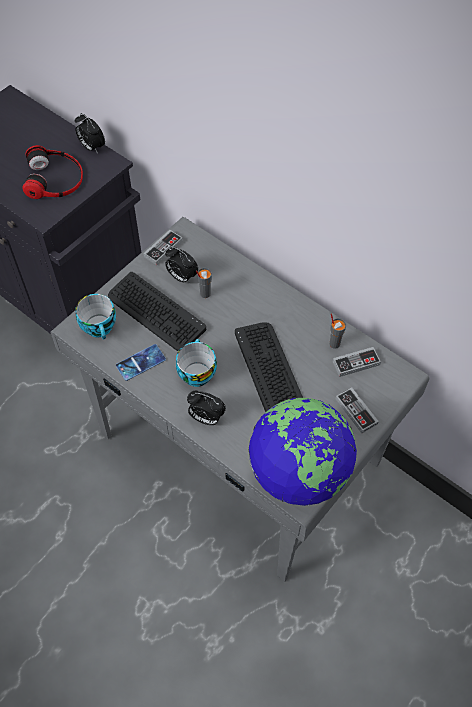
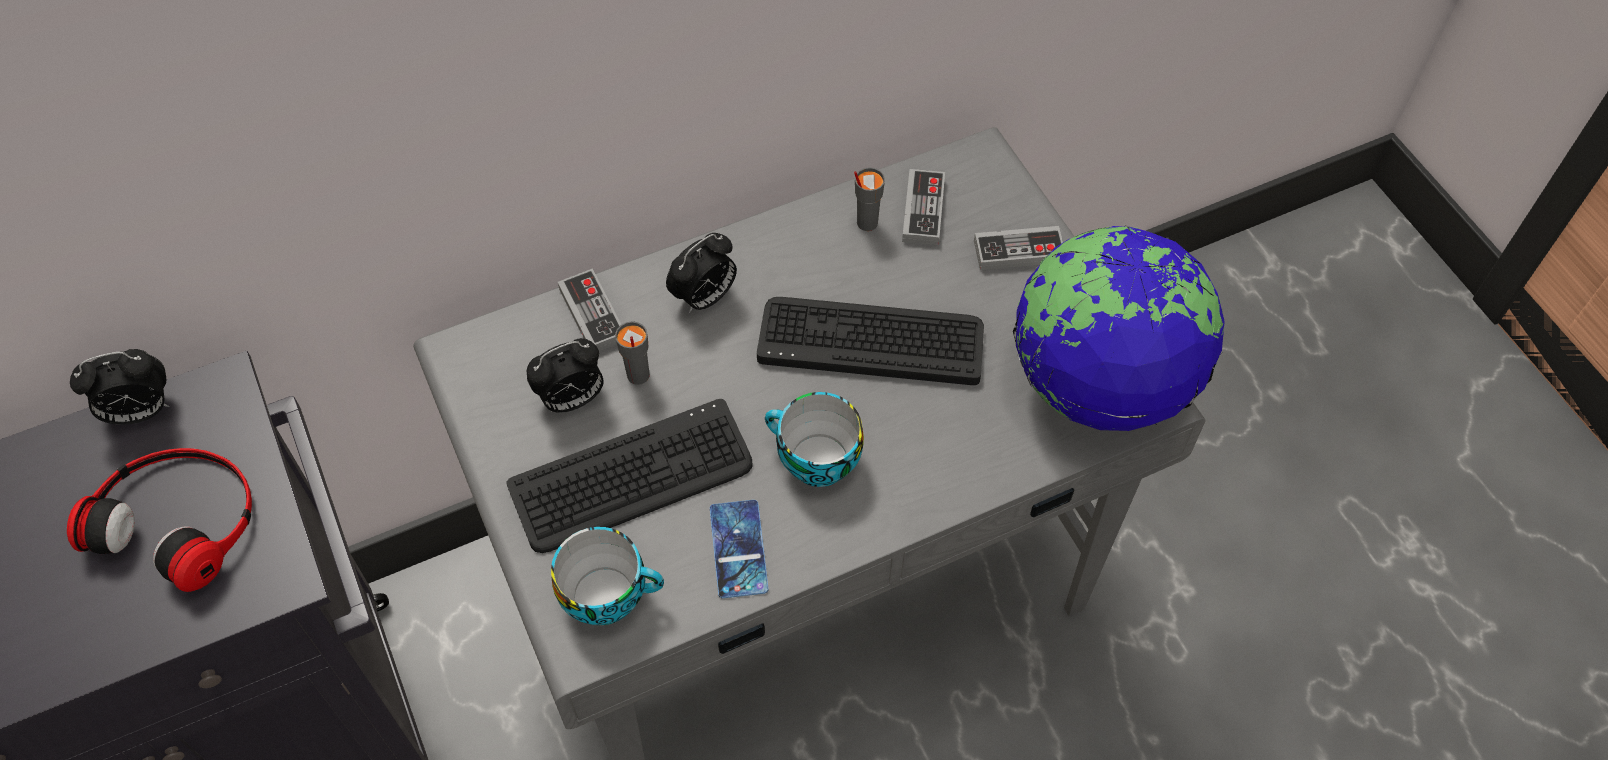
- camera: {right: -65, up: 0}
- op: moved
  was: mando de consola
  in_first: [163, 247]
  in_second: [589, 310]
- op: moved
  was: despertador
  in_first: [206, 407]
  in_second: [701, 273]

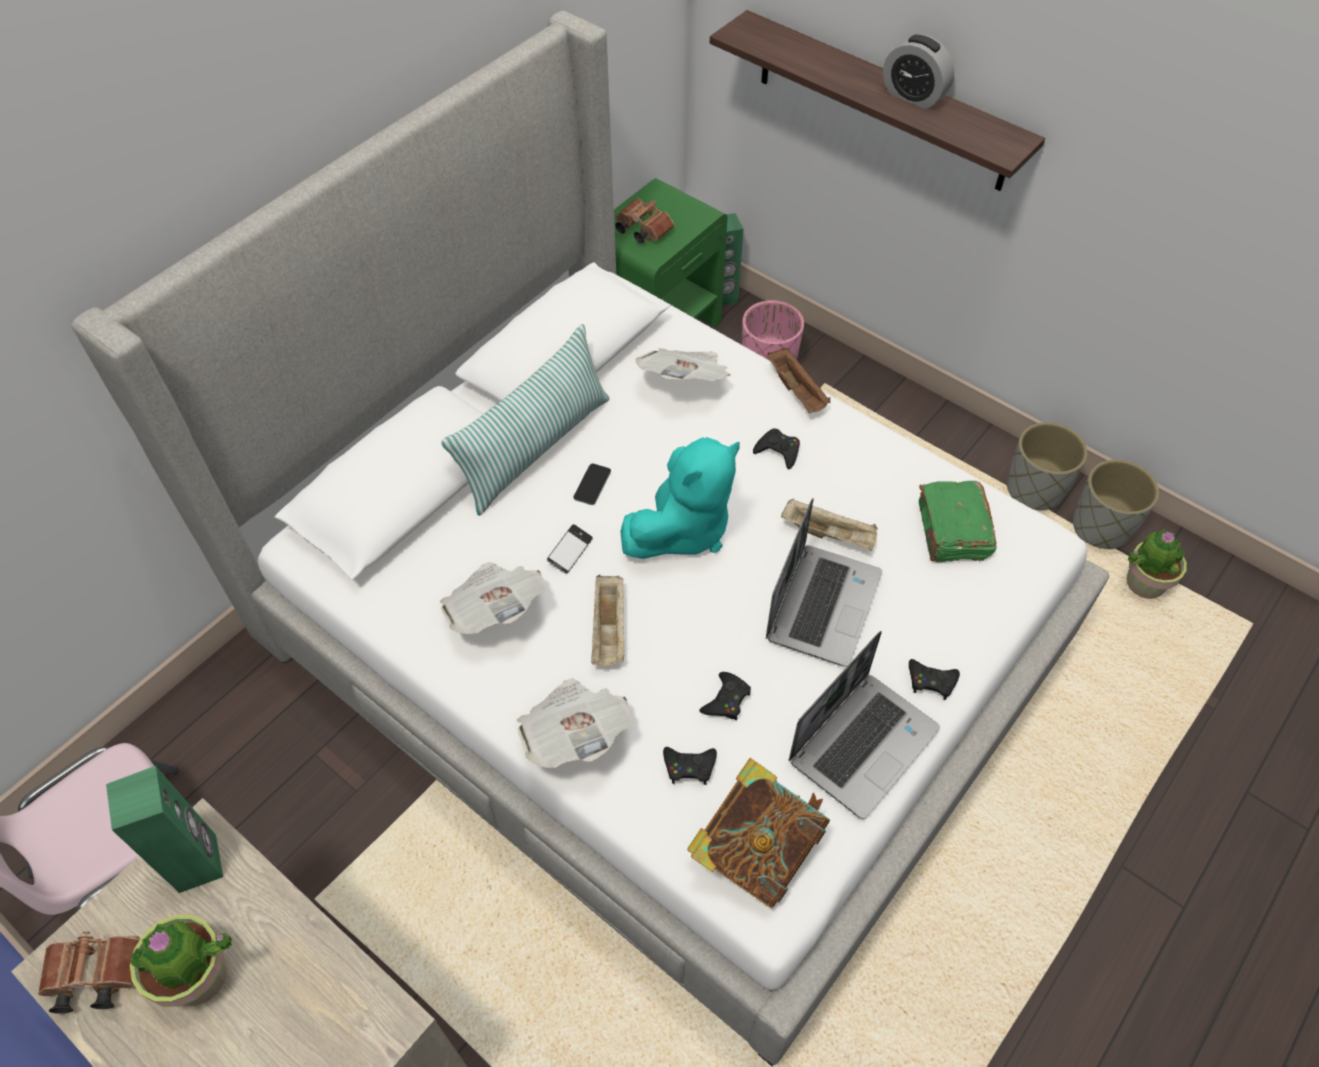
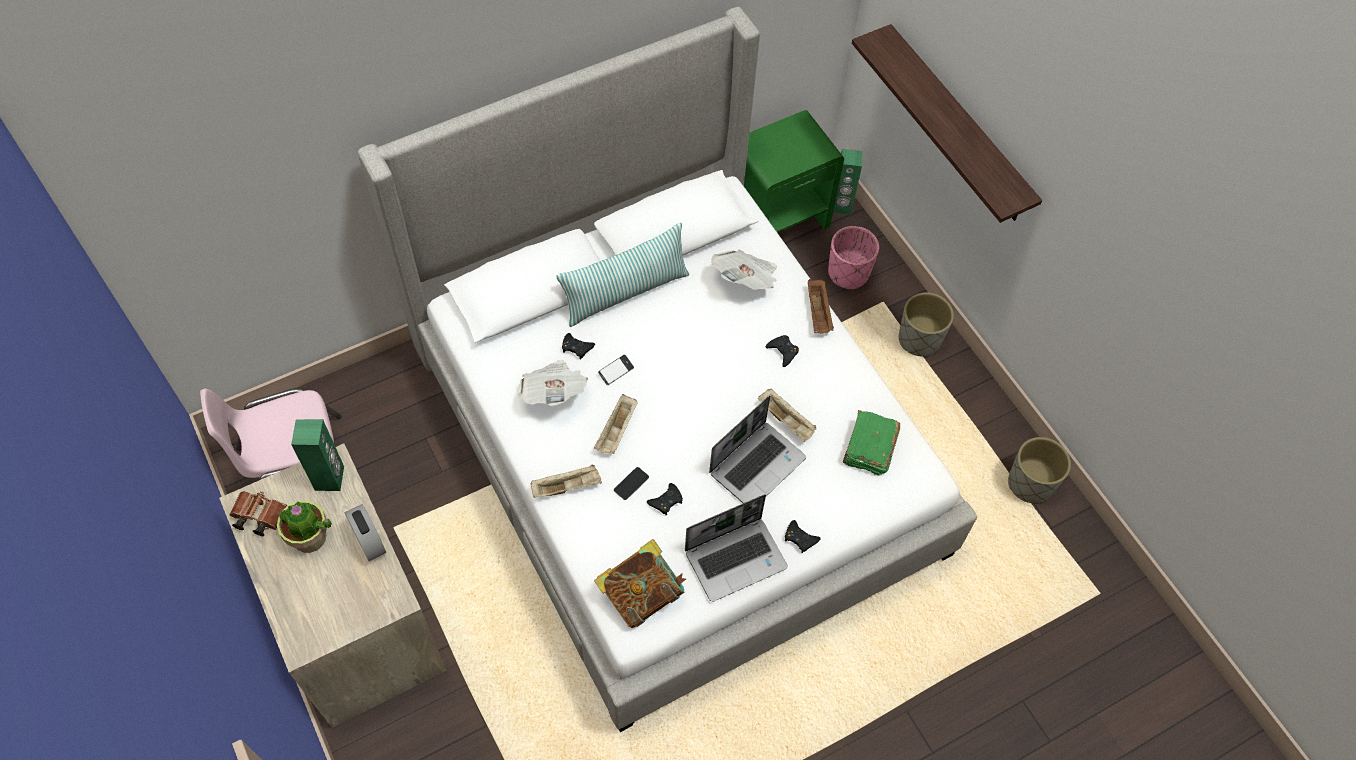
- camera: {right: 20, up: 5}
- op: replaced
  was: periódico
  now: bandeja/beis
  in_first: [574, 723]
  in_second: [566, 481]
- op: moved
  was: móvil
  in_first: [592, 484]
  in_second: [631, 483]
- op: removed
  was: prismáticos/marrón
  in_first: [644, 220]
- op: removed
  was: peluche/turquesa
  in_first: [680, 498]
- op: moved
  was: mando de consola/negro
  in_first: [690, 766]
  in_second: [578, 346]
- op: moved
  was: despertador
  in_first: [918, 72]
  in_second: [365, 532]
- op: moved
  was: maceta/gris
  in_first: [1047, 466]
  in_second: [926, 324]
- op: removed
  was: planta en maceta
  in_first: [1157, 564]

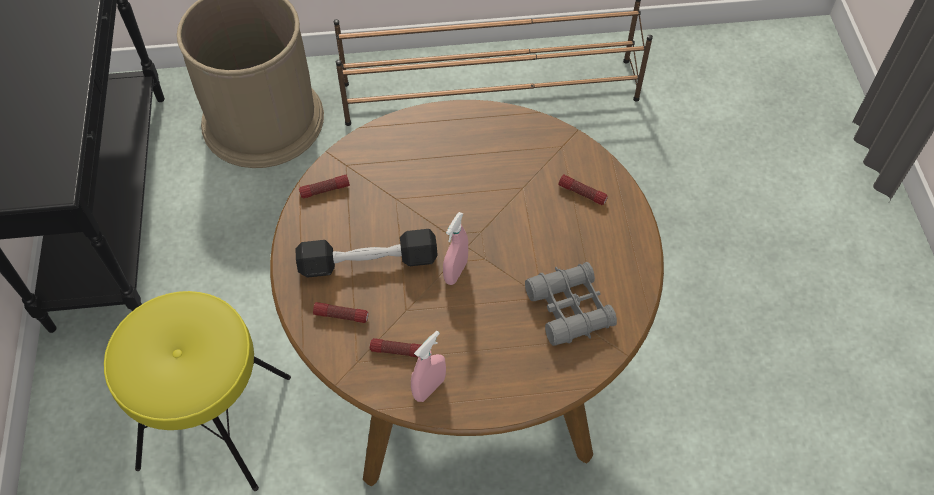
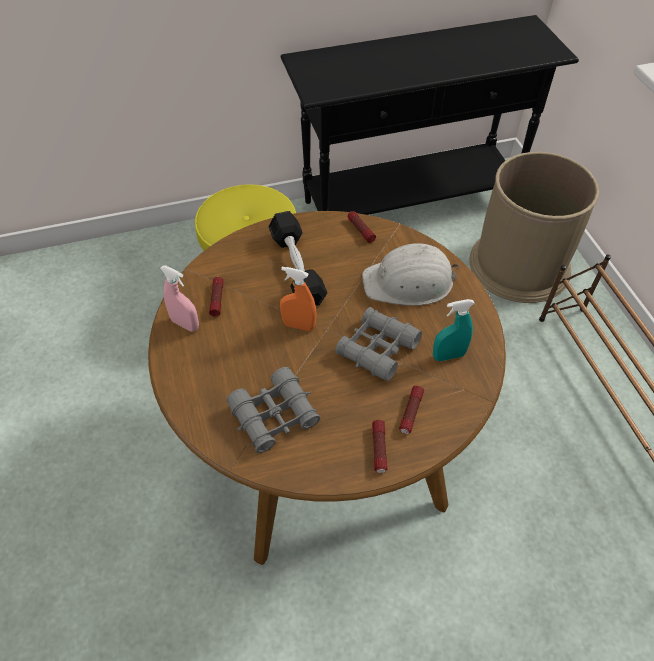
- camera: {right: 80, up: -5}
- op: moved
  was: linterna
  in_first: [340, 312]
  in_second: [380, 446]
- op: recoloured
  was: pulverizador/rosa
  now: pulverizador/naranja
  in_first: [455, 248]
  in_second: [298, 299]
- op: added
  now: prismáticos/gris
  in_second: [378, 344]
- op: added
  now: casco/blanco
  in_second: [410, 274]
- op: added
  now: pulverizador/turquesa
  in_second: [454, 330]

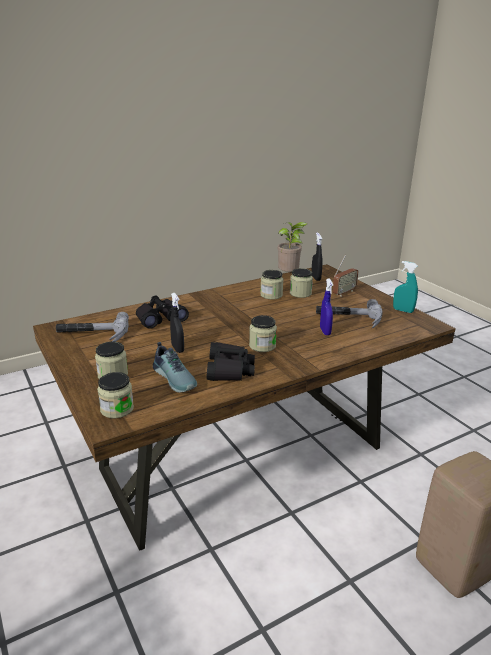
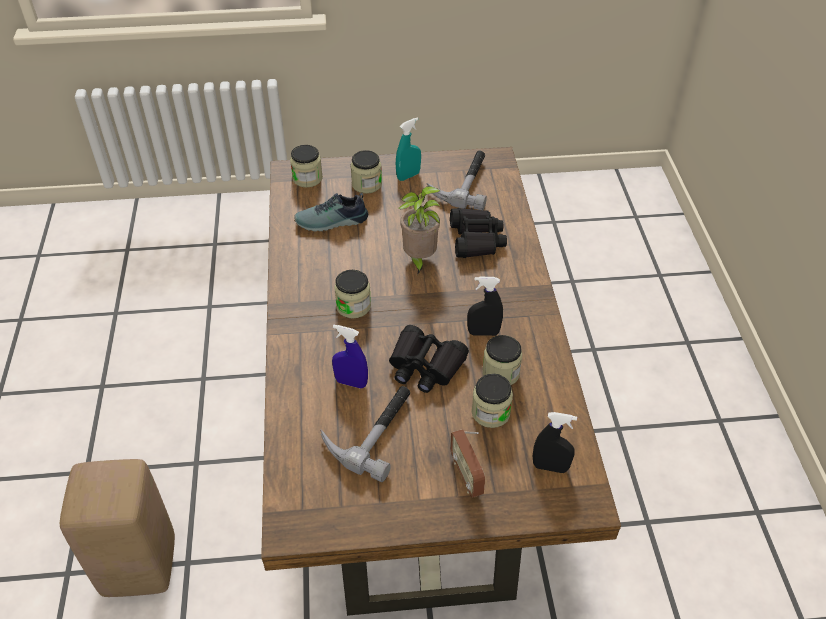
- camera: {right: 115, up: 20}
- op: moved
  was: pulverizador/negro
  in_first: [177, 323]
  in_second: [485, 306]
- op: moved
  was: prismáticos/negro
  in_first: [230, 361]
  in_second: [429, 359]
- op: moved
  was: planta en maceta
  in_first: [292, 247]
  in_second: [419, 230]
- op: moved
  was: pulverizador/turquesa
  in_first: [405, 287]
  in_second: [408, 149]

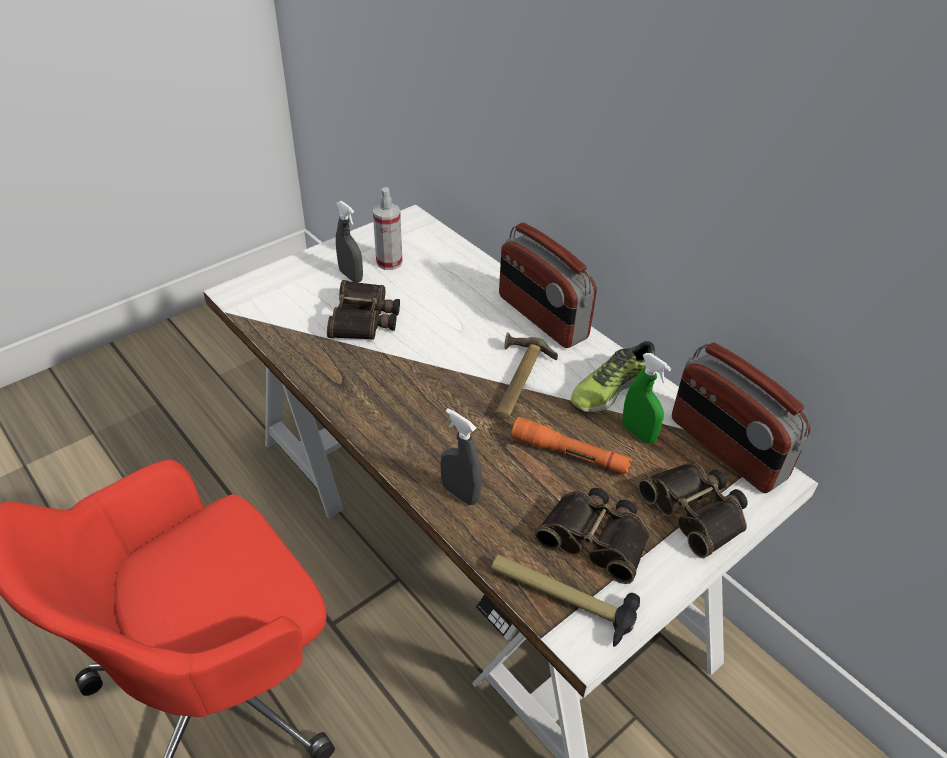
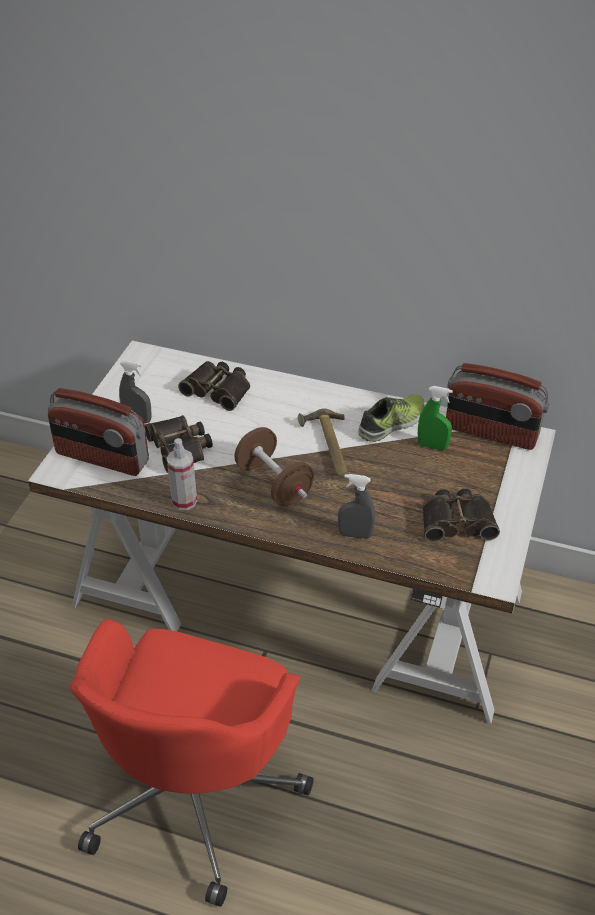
- camera: {right: -30, up: 0}
- op: moved
  was: pulverizador
  in_first: [388, 228]
  in_second: [182, 474]
- op: removed
  was: martillo
  in_first: [565, 601]
- op: moved
  was: radio
  in_first: [548, 285]
  in_second: [98, 432]
- op: removed
  was: linterna/naranja
  in_first: [571, 446]
- op: turned
  was: zapato
  in_first: [613, 376]
  in_second: [391, 418]
  clockwise: -150
- op: moved
  was: prismáticos
  in_first: [692, 510]
  in_second: [214, 386]
- op: added
  now: mancuerna/marrón
  in_second: [274, 466]

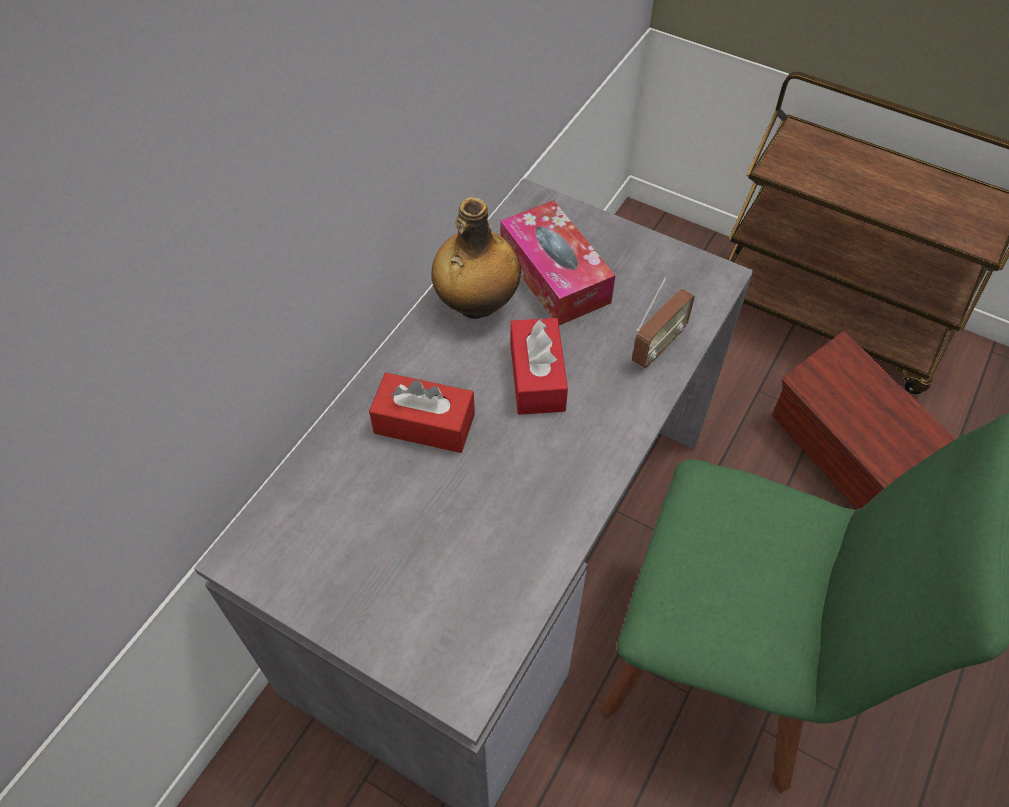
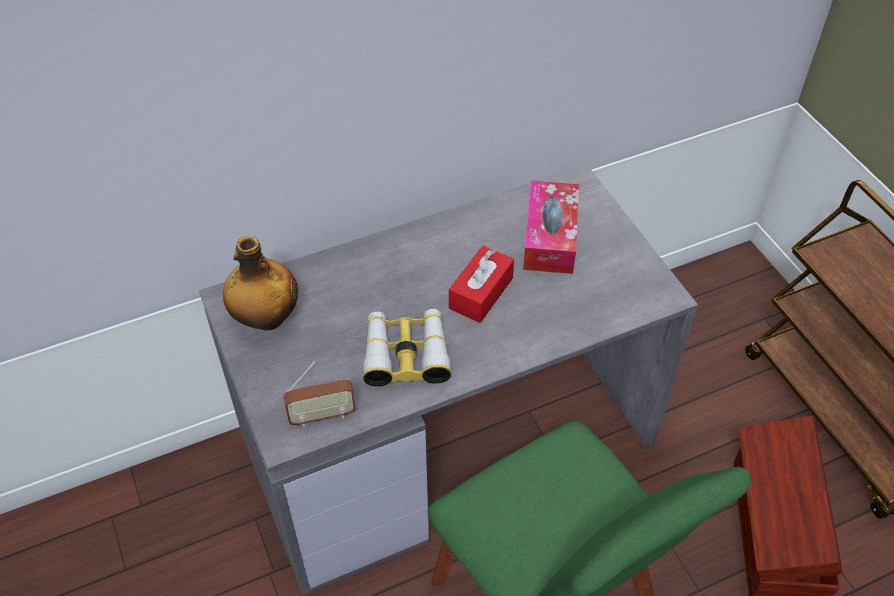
- camera: {right: 35, up: -5}
- op: removed
  was: caja de pañuelos/rojo
  in_first: [422, 413]
- op: moved
  was: botella
  in_first: [476, 258]
  in_second: [260, 283]
- op: moved
  was: radio
  in_first: [663, 322]
  in_second: [319, 394]
- op: added
  now: prismáticos
  in_second: [407, 347]

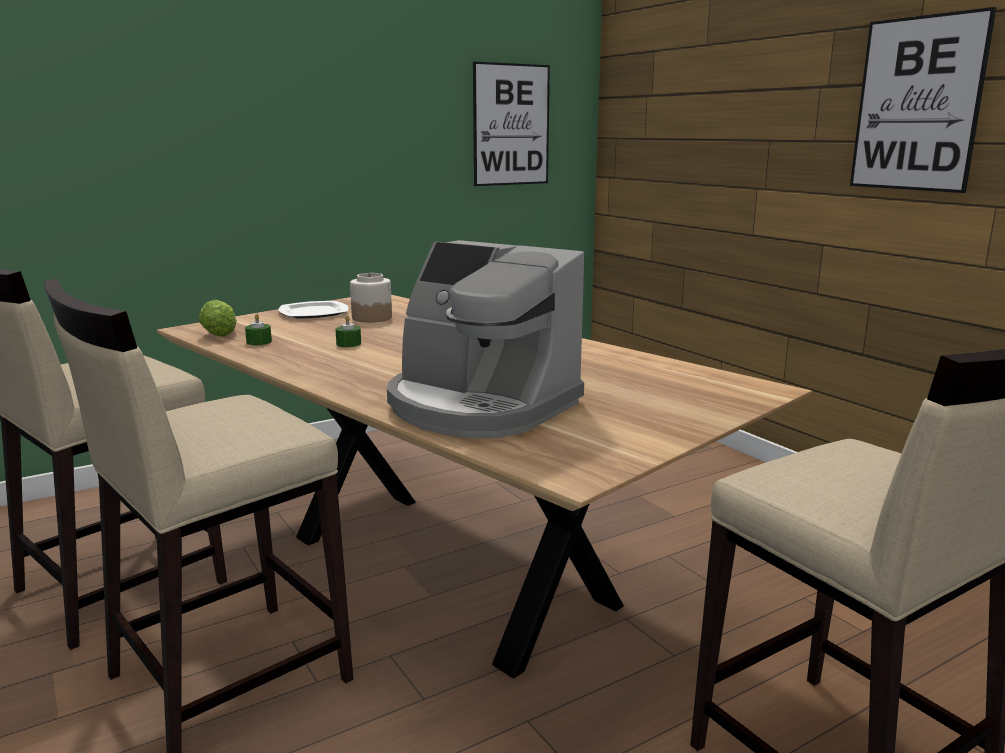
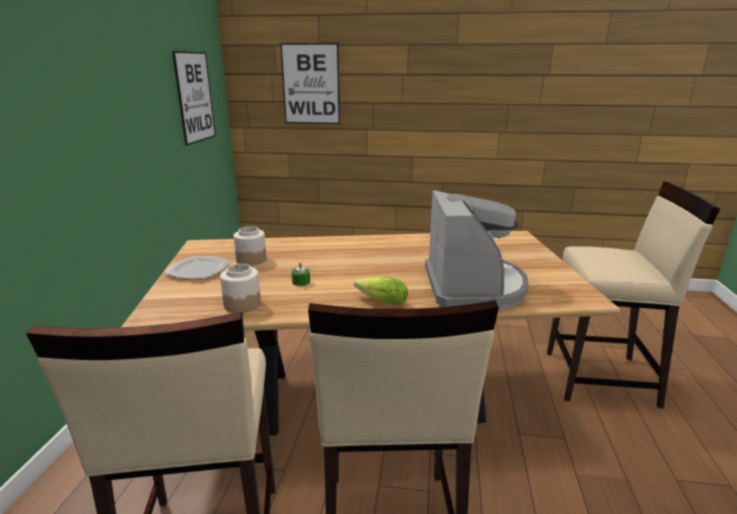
- camera: {right: -50, up: 5}
- op: moved
  was: lechuga
  in_first: [217, 318]
  in_second: [381, 291]
- op: replaced
  was: vela/verde
  now: tarro
  in_first: [258, 329]
  in_second: [240, 288]
- op: turned
  was: cafetera
  in_first: [485, 339]
  in_second: [477, 250]
  clockwise: -75
- op: moved
  was: cuadro
  in_first: [923, 100]
  in_second: [310, 83]

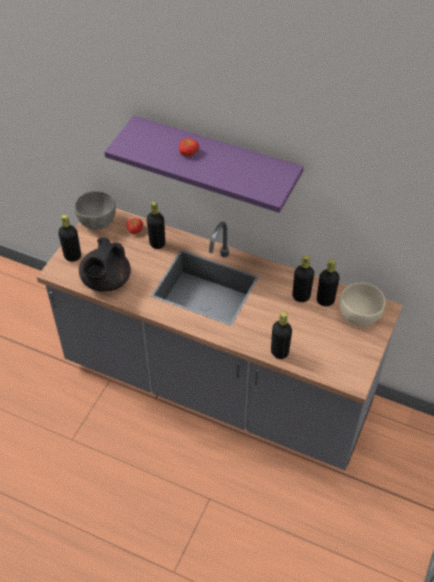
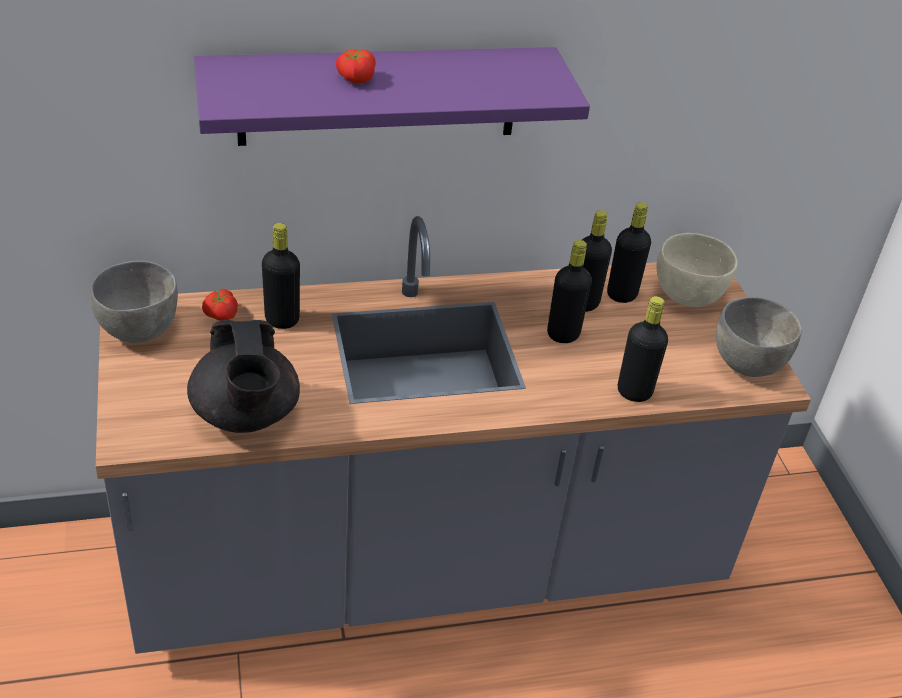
- camera: {right: -40, up: -10}
- op: moved
  was: botella/negro
  in_first: [69, 238]
  in_second: [569, 291]
- op: added
  now: cuenco/gris
  in_second: [759, 337]

